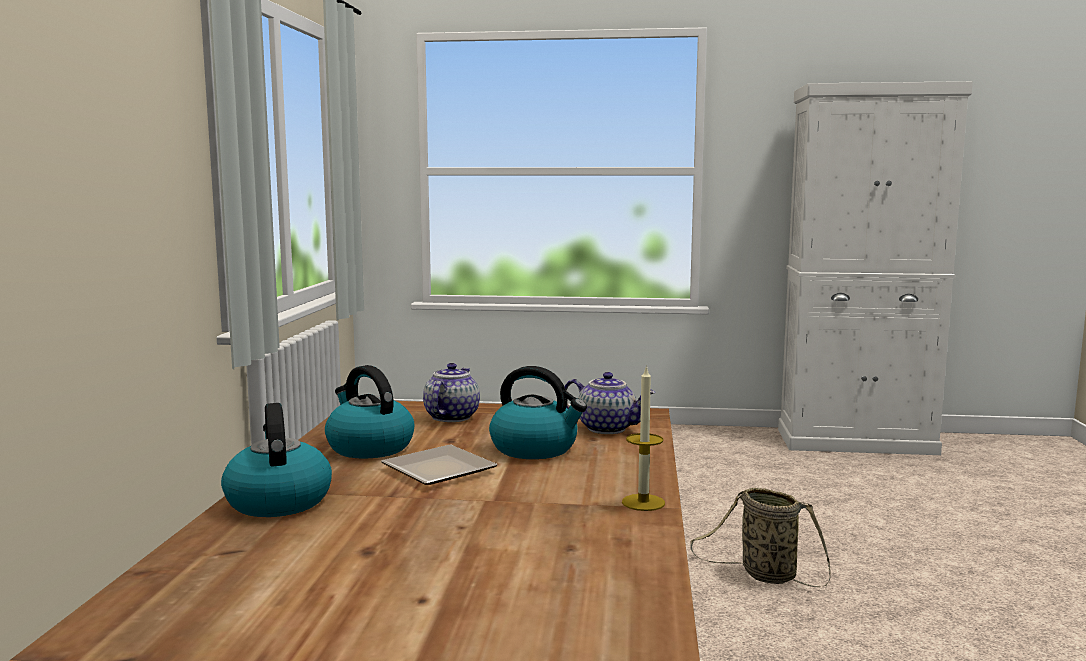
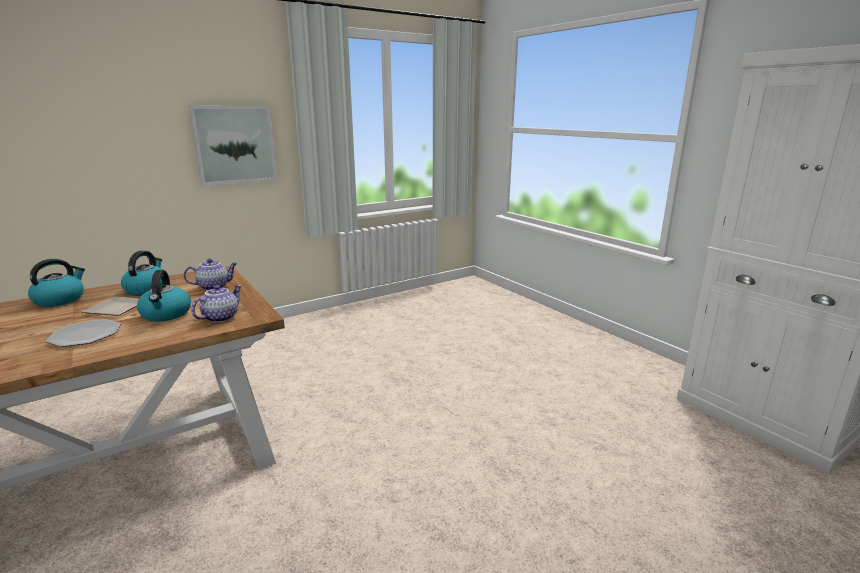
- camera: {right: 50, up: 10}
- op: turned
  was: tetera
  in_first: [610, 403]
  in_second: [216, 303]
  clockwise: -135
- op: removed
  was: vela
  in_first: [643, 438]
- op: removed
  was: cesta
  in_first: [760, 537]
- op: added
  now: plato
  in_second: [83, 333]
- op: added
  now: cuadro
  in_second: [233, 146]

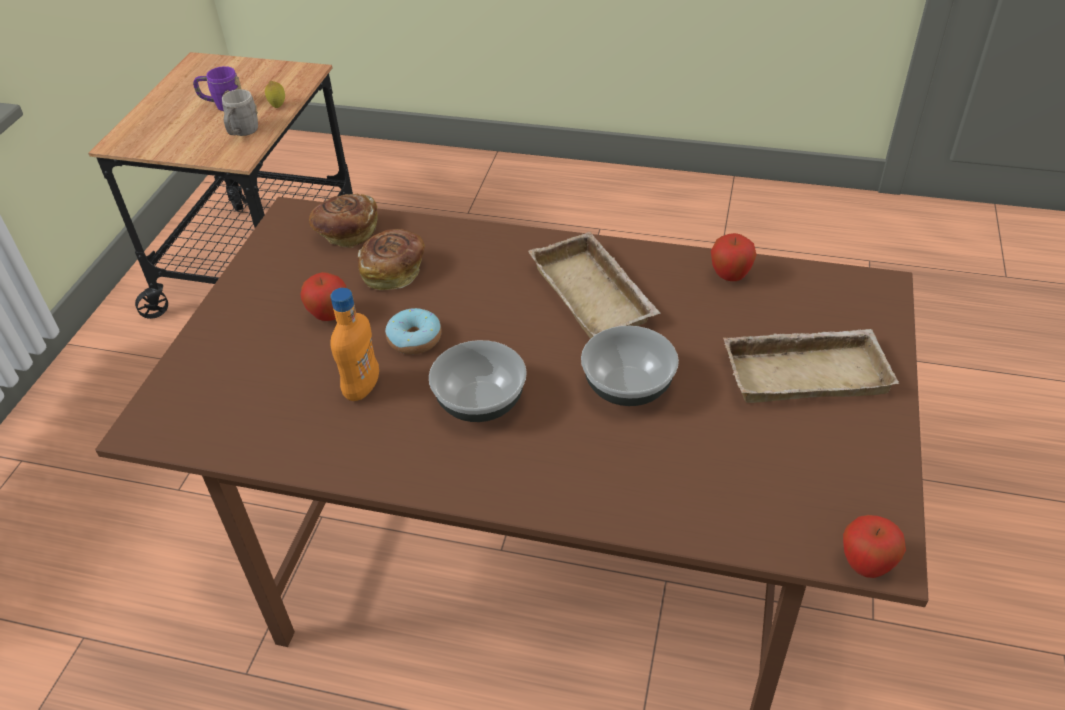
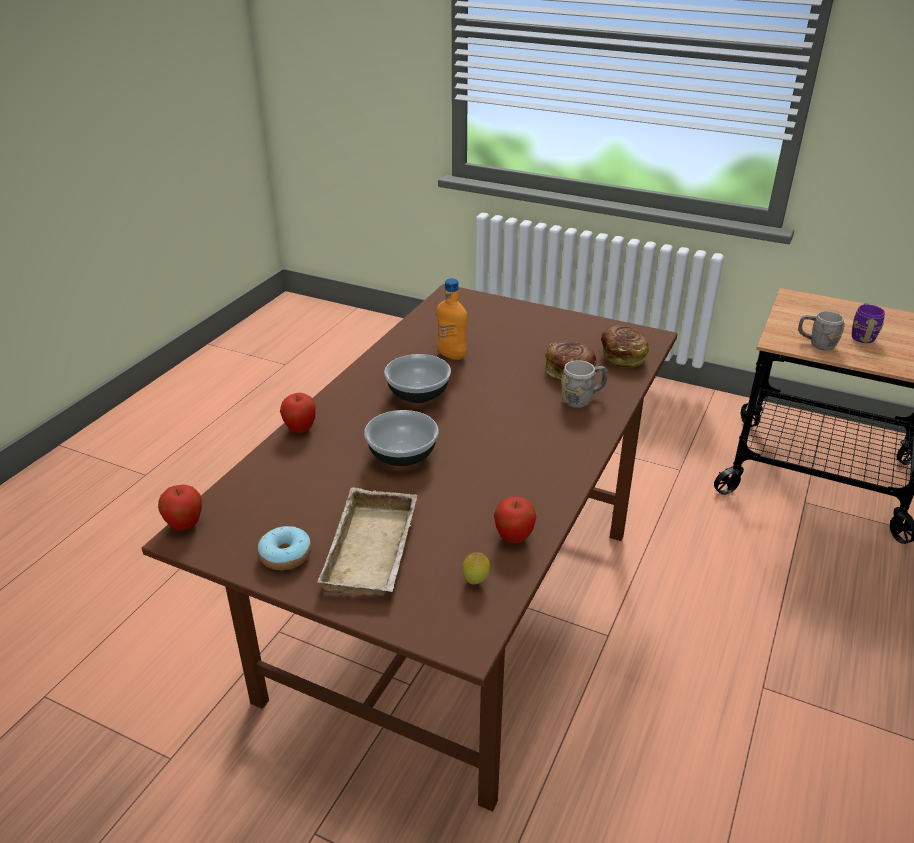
- camera: {right: 100, up: -10}
- op: moved
  was: limón
  in_first: [275, 94]
  in_second: [476, 568]
- op: moved
  was: manzana
  in_first: [323, 296]
  in_second: [298, 413]
- op: moved
  was: rosquilla
  in_first: [413, 331]
  in_second: [284, 548]
- op: removed
  was: bandeja/beis
  in_first: [594, 285]
- op: added
  now: taza grande/gris
  in_second: [585, 384]

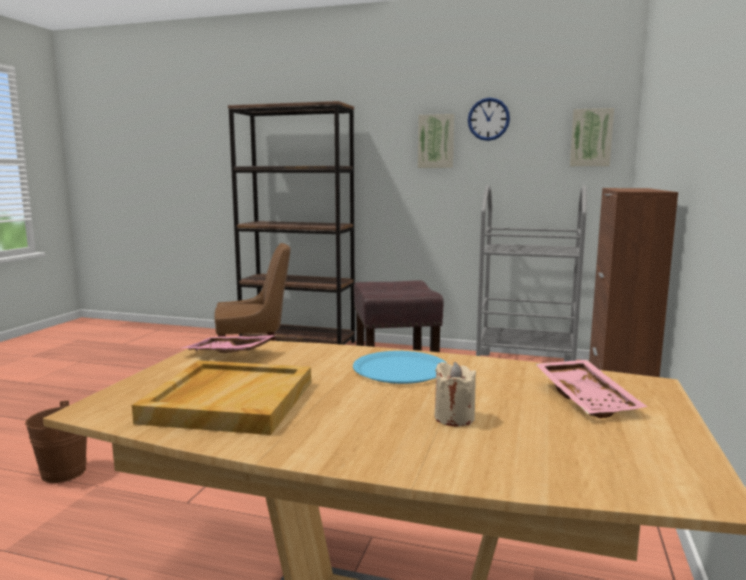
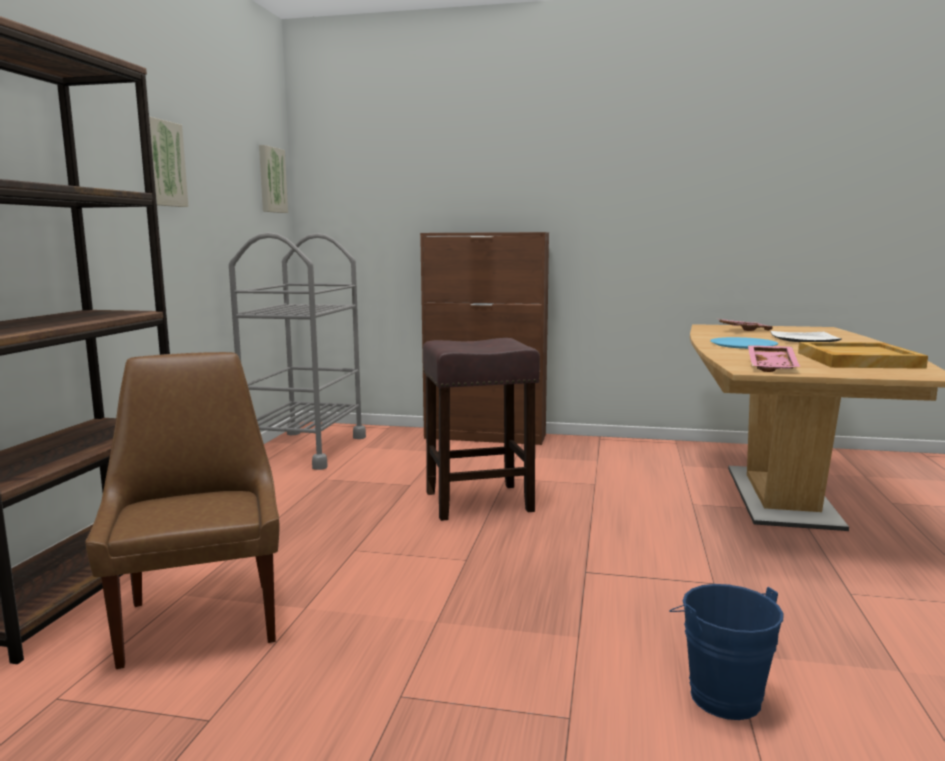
- camera: {right: -95, up: 0}
- op: recoloured
  was: cubo/marrón
  now: cubo/azul
  in_first: [56, 442]
  in_second: [726, 652]
- op: replaced
  was: vela/beis
  now: plato
  in_first: [455, 394]
  in_second: [806, 336]
- op: removed
  was: reloj de pared
  in_first: [489, 119]

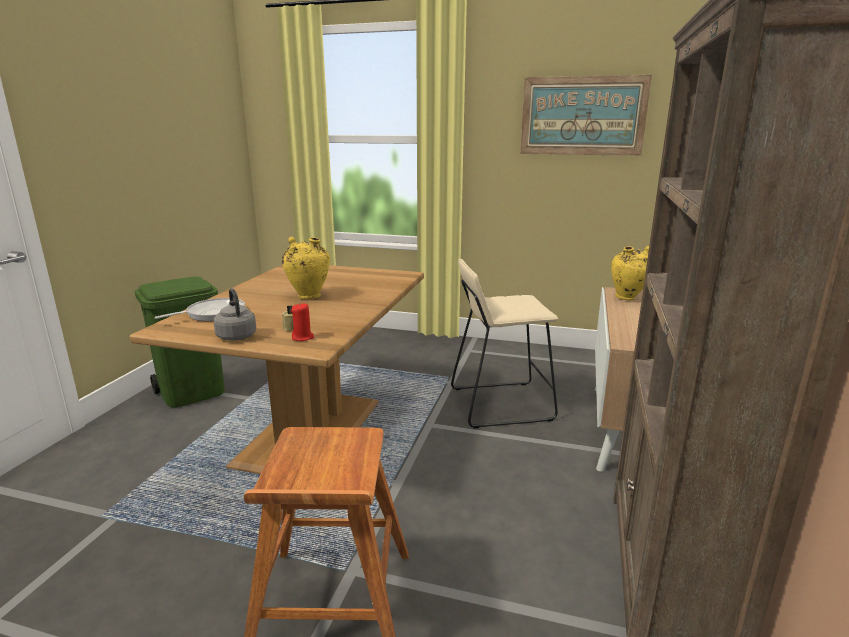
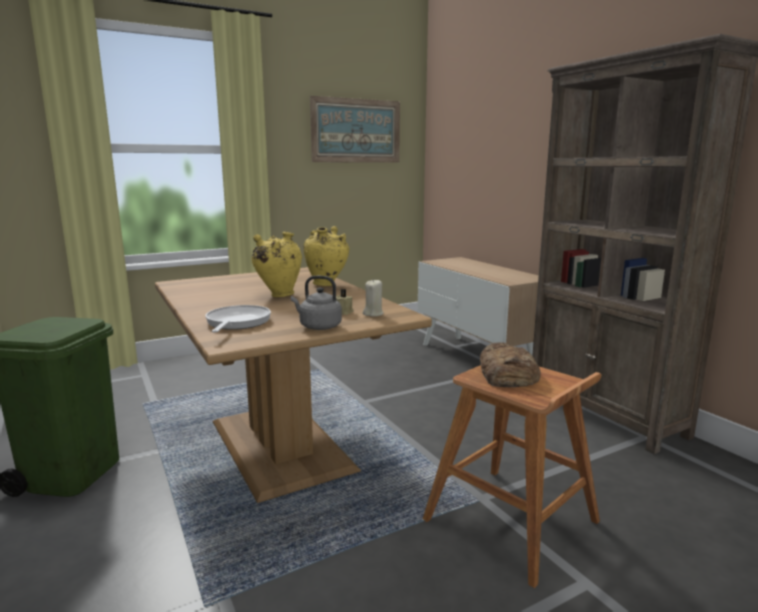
- camera: {right: -45, up: -5}
- op: recoloured
  was: vela/rojo
  now: vela/beis
  in_first: [302, 322]
  in_second: [373, 298]
- op: removed
  was: taburete/beis
  in_first: [504, 344]
- op: moved
  was: florero/amarillo
  in_first: [630, 273]
  in_second: [326, 256]
- op: added
  now: pan
  in_second: [510, 364]

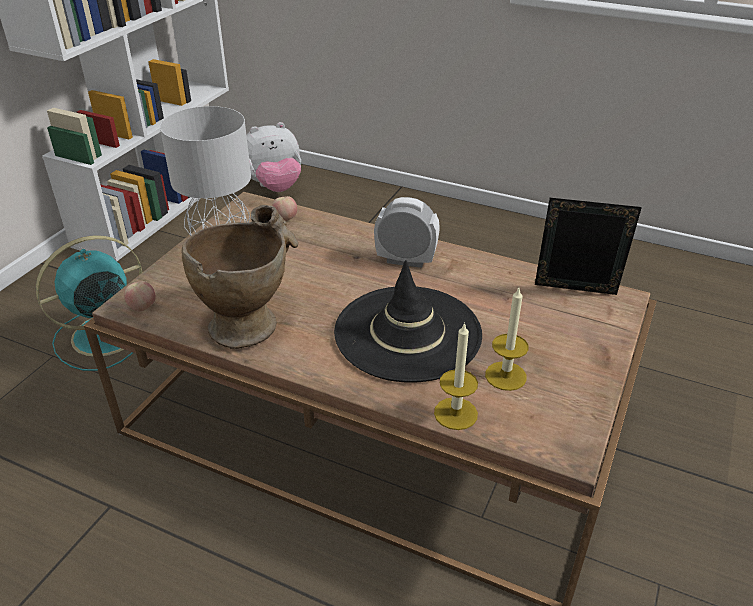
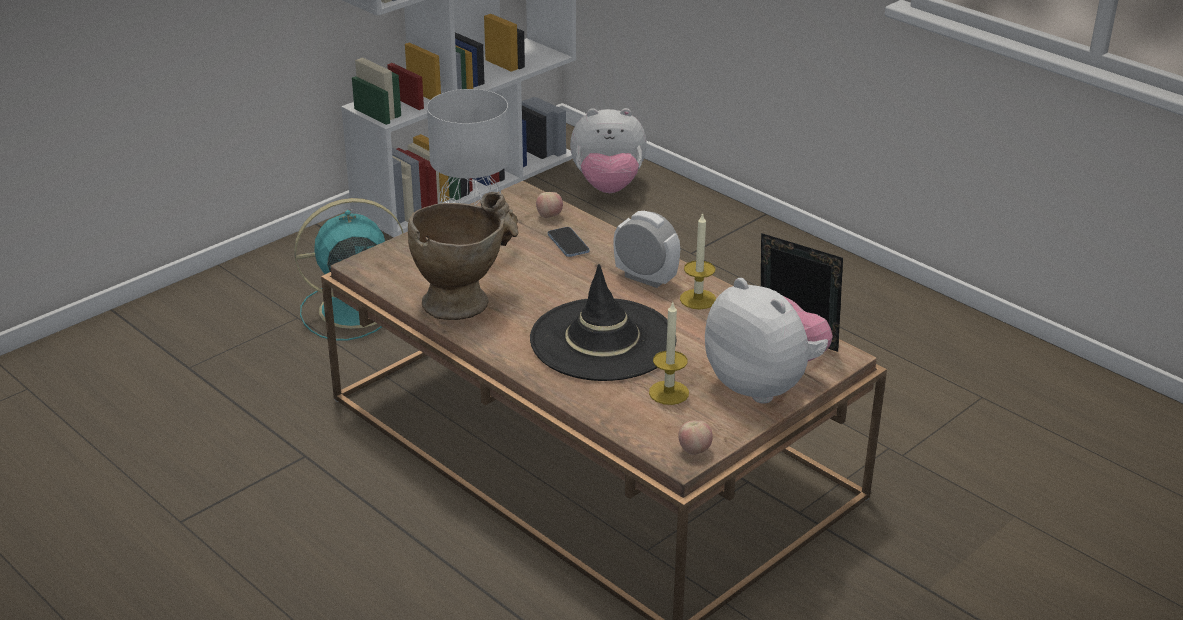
- camera: {right: 20, up: -5}
- op: moved
  was: manzana
  in_first: [140, 296]
  in_second: [695, 437]
- op: moved
  was: vela
  in_first: [456, 376]
  in_second: [698, 260]
- op: added
  now: móvil
  in_second: [568, 242]
- op: added
  now: peluche
  in_second: [769, 341]

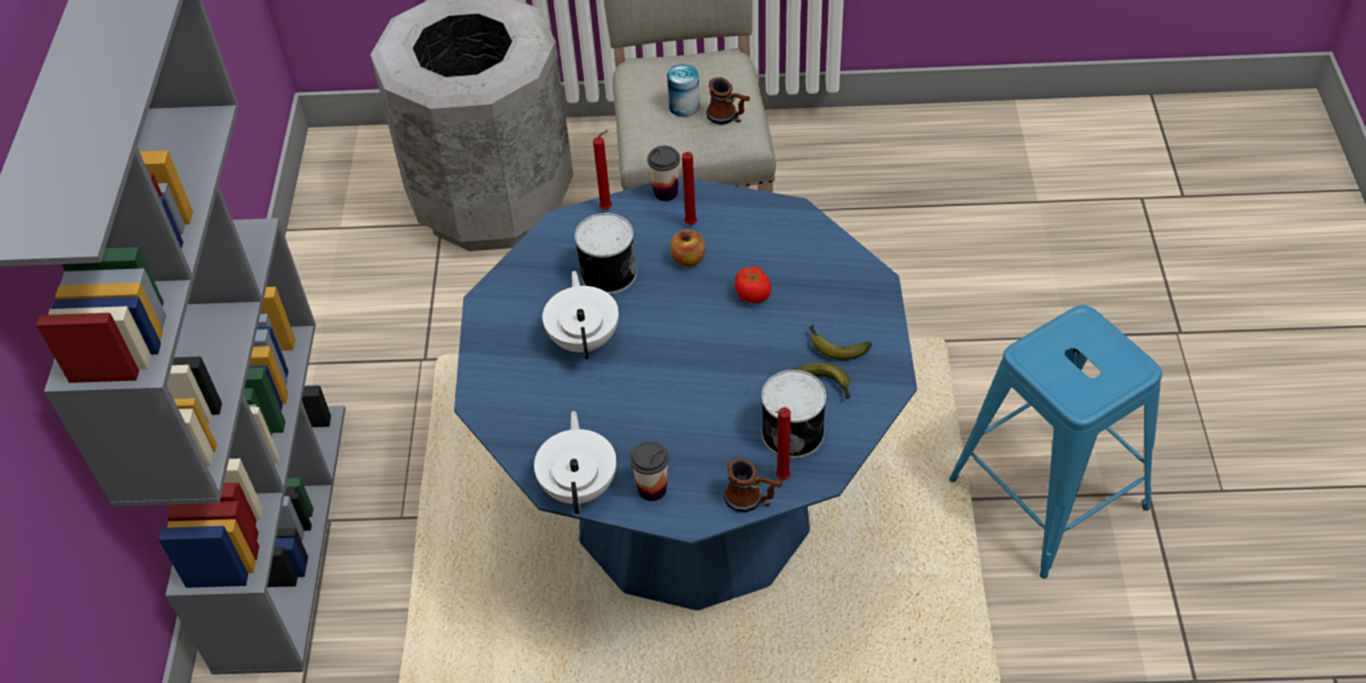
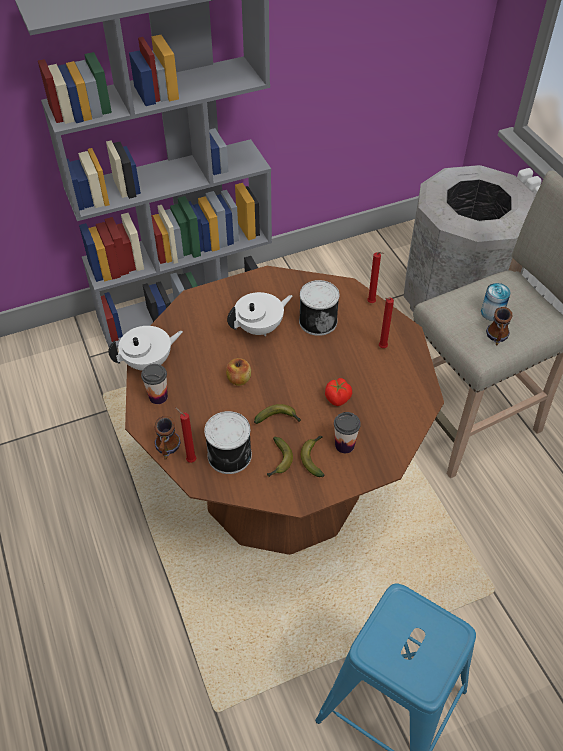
- camera: {right: 65, up: 0}
- op: recoloured
  was: mesa de comedor/azul
  now: mesa de comedor/marrón
  in_first: [685, 393]
  in_second: [284, 410]
- op: moved
  was: taza
  in_first: [663, 173]
  in_second: [347, 432]
- op: moved
  was: manzana
  in_first: [687, 248]
  in_second: [238, 372]
- op: added
  now: plátano
  in_second: [277, 414]

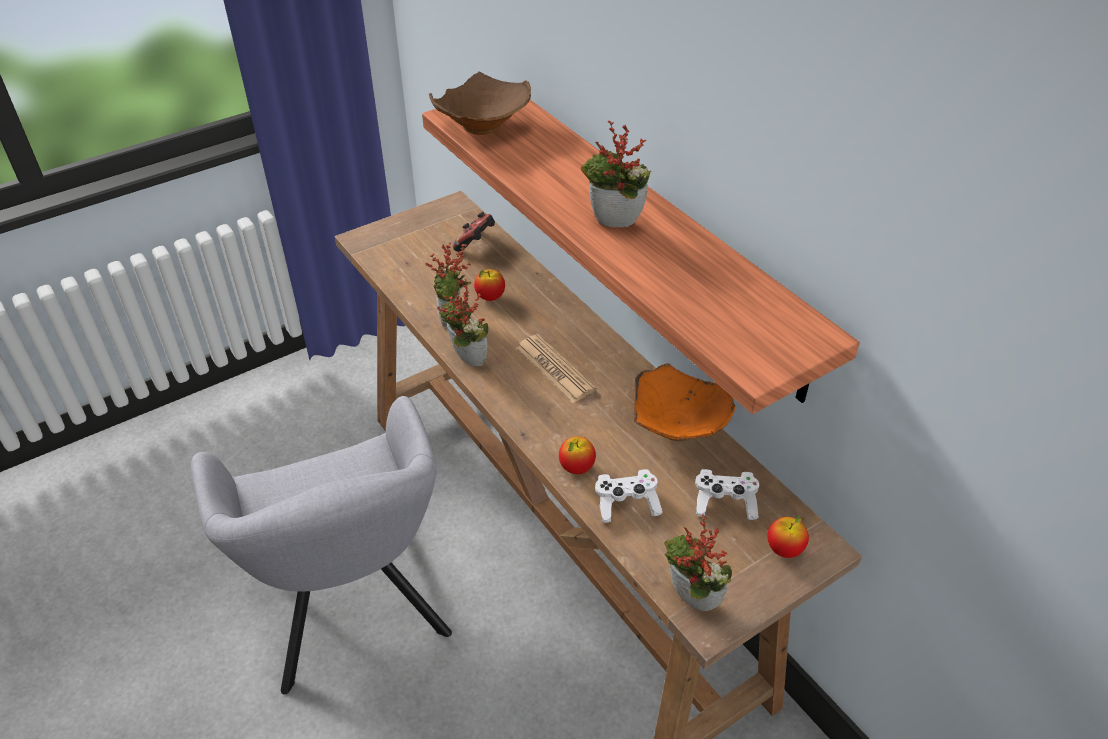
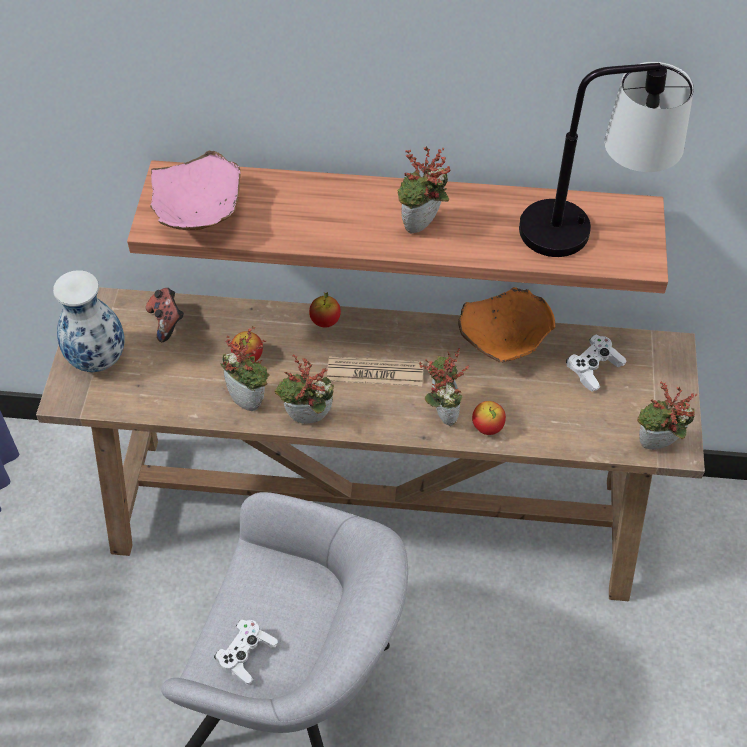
- camera: {right: -50, up: 10}
- op: recoloured
  was: cuenco/marrón
  now: cuenco/rosa
  in_first: [480, 103]
  in_second: [195, 190]
- op: moved
  was: mando de consola/blanco
  in_first: [629, 496]
  in_second: [246, 652]
- op: moved
  was: manzana
  in_first: [788, 537]
  in_second: [325, 309]
- op: added
  now: florero
  in_second: [89, 321]
- op: added
  now: planta en maceta
  in_second: [444, 387]
- op: added
  now: lámpara de mesa
  in_second: [606, 159]

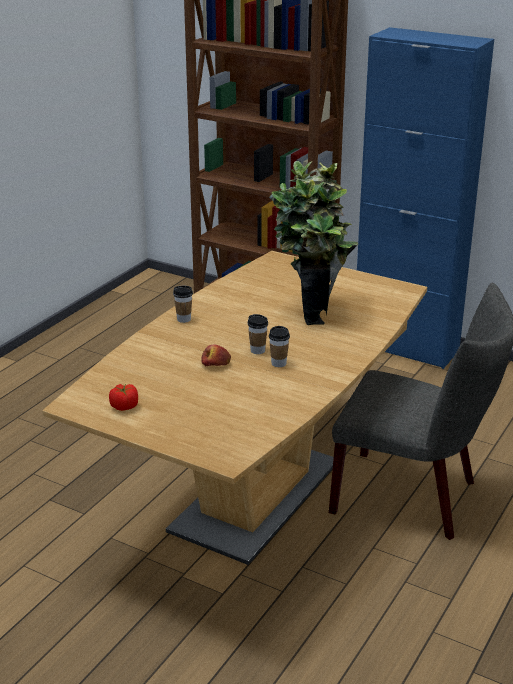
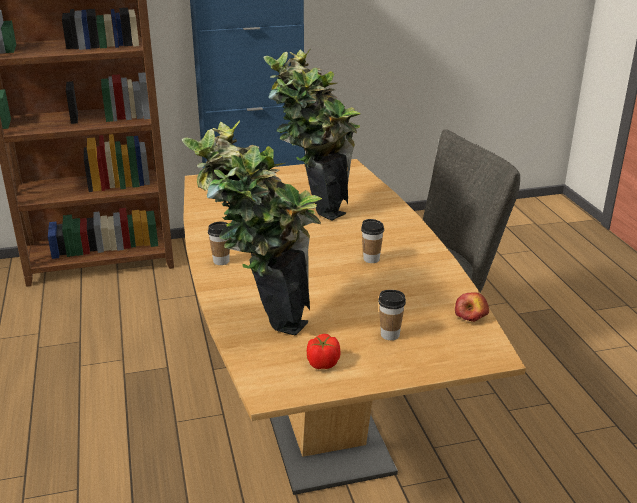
- camera: {right: -45, up: 0}
- op: moved
  was: manzana
  in_first: [216, 355]
  in_second: [472, 307]
- op: moved
  was: taza
  in_first: [258, 334]
  in_second: [392, 315]
- op: added
  now: planta en maceta
  in_second: [252, 227]

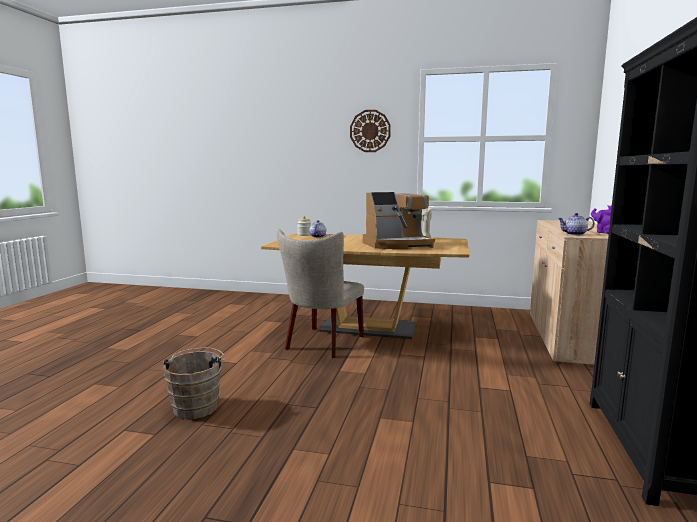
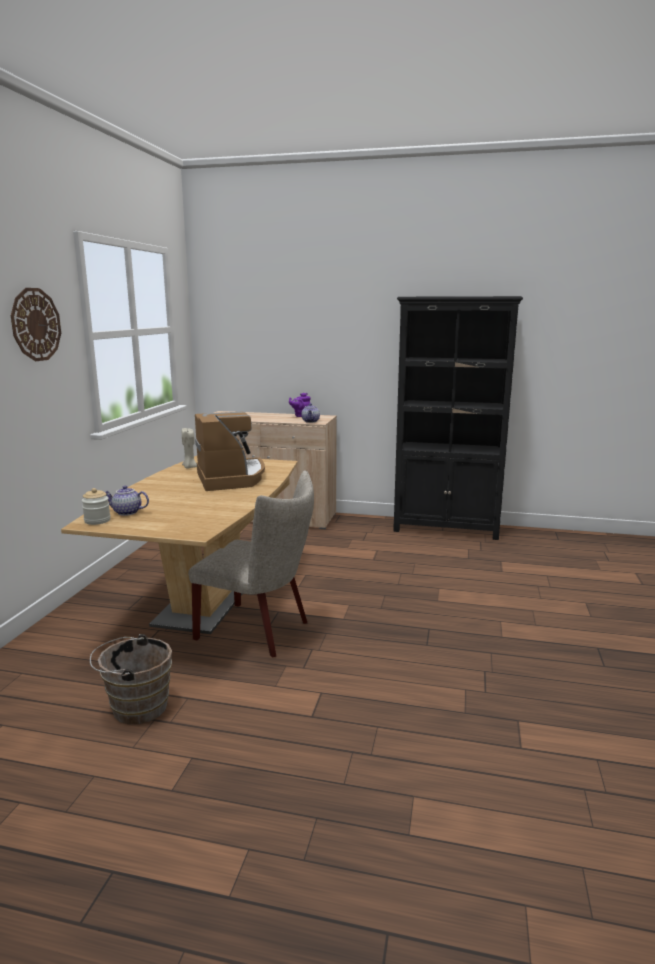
- camera: {right: -90, up: 5}
- op: moved
  was: cubo/marrón
  in_first: [194, 383]
  in_second: [131, 679]

